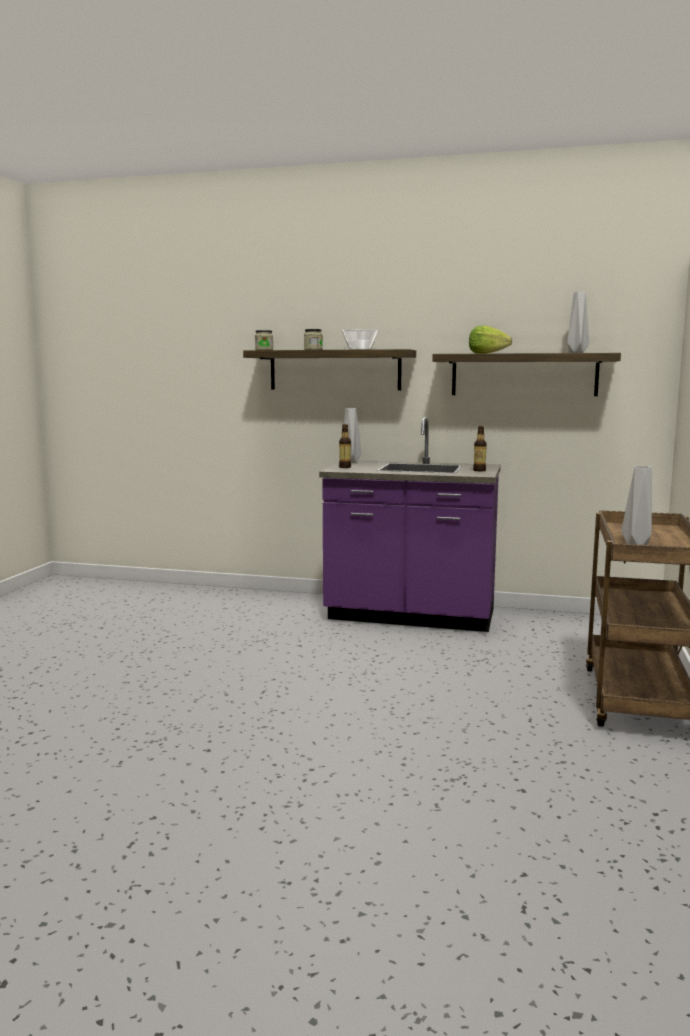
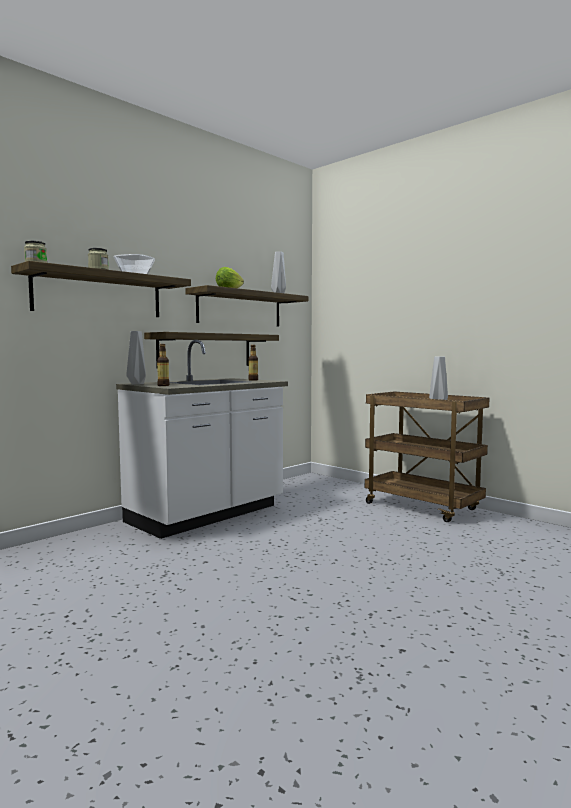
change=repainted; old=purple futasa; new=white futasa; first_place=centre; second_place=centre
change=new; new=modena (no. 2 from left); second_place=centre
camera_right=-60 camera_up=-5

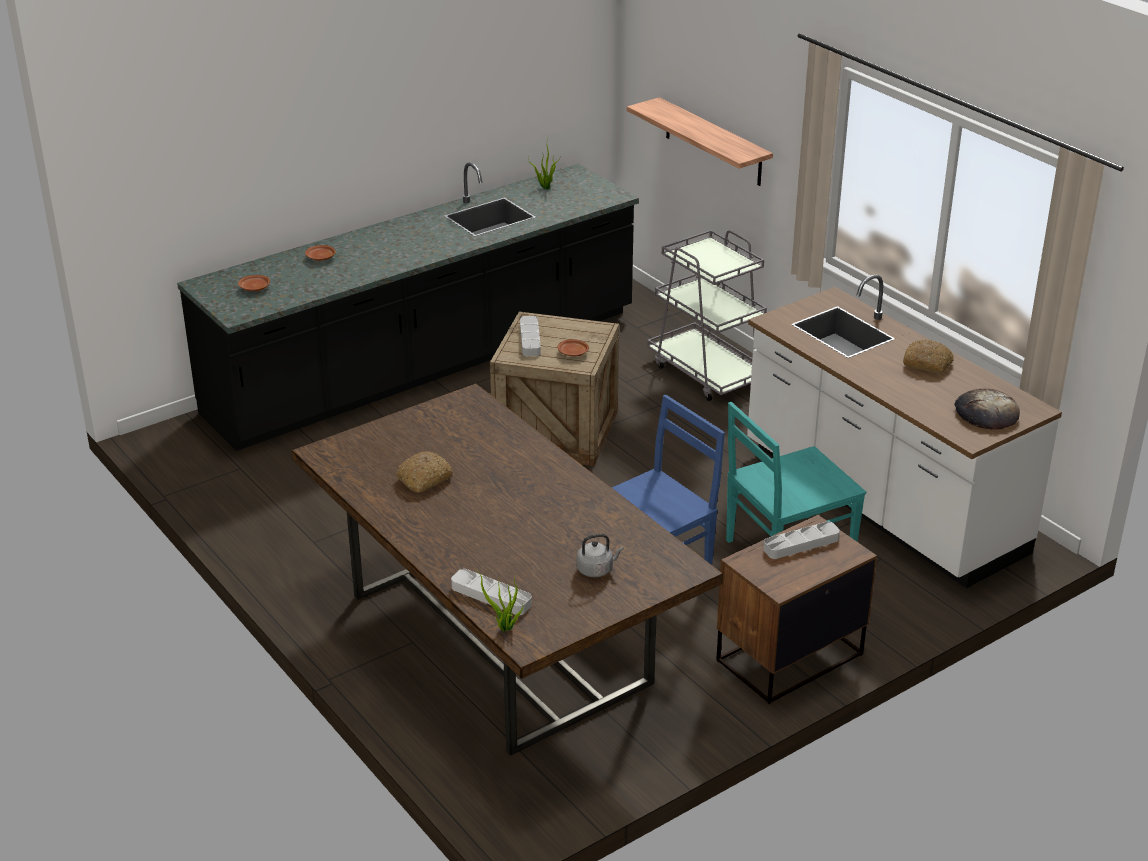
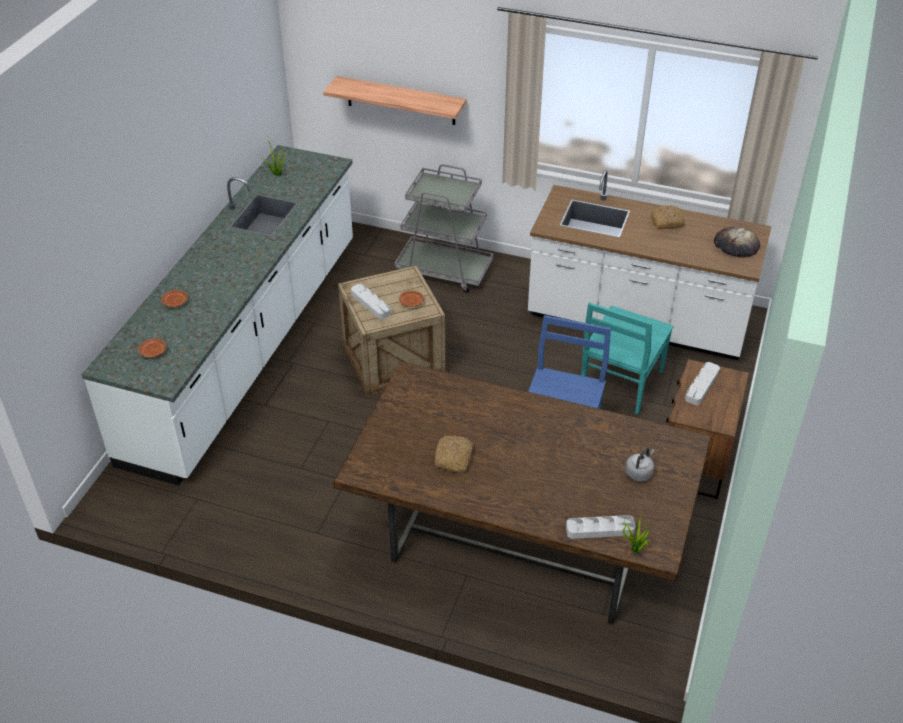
change=repainted; old=black futasa; new=white futasa (no. 1 from left); first_place=centre; second_place=middle left
camera_right=-35 camera_up=10

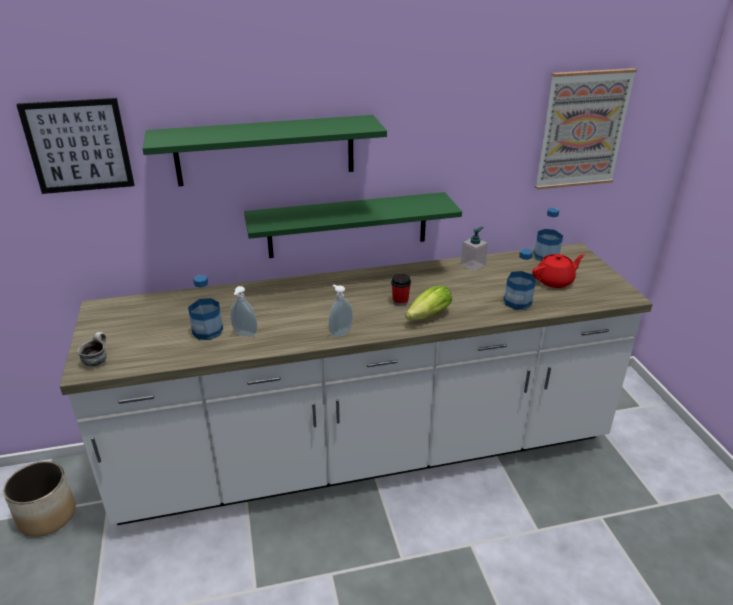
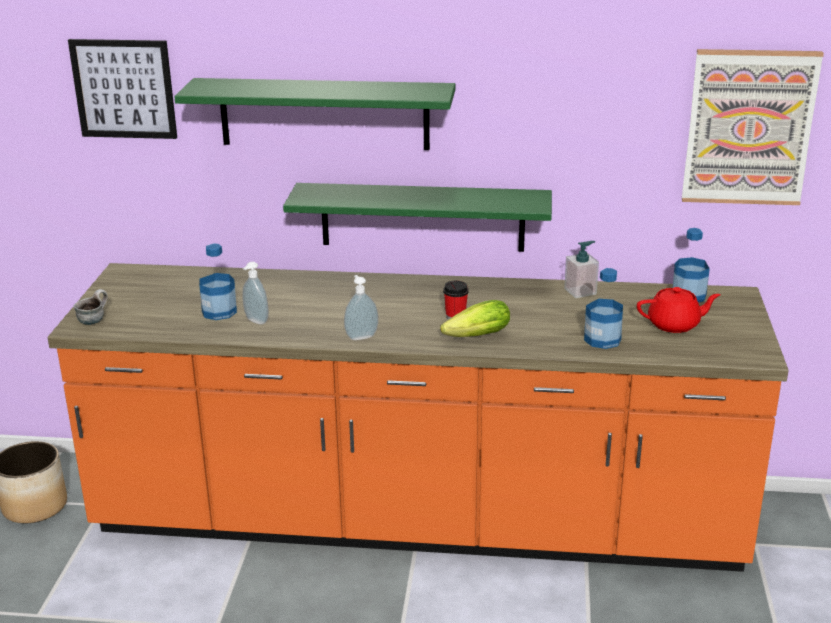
change=repainted; old=white futasa; new=orange futasa; first_place=centre; second_place=bottom centre
camera_right=20 camera_up=-5

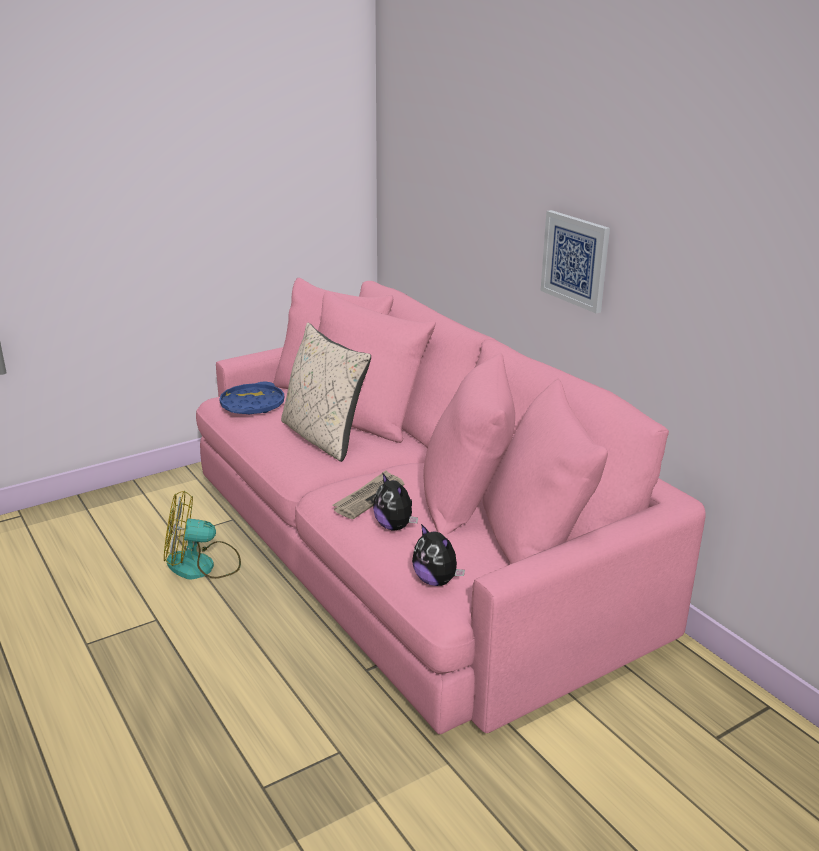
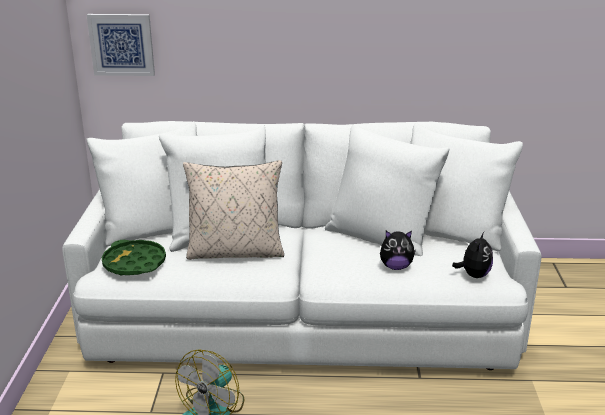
change=repainted; old=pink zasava; new=white zasava; first_place=centre; second_place=centre
change=repainted; old=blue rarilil; new=green rarilil; first_place=middle left; second_place=middle left
change=gone; old=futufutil; first_place=centre
change=rotated; old=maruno (no. 2 from left); first_place=centre; second_place=middle right; degrees=-60
change=shifted; old=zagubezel; first_place=top right; second_place=top left
camera_right=-55 camera_up=0

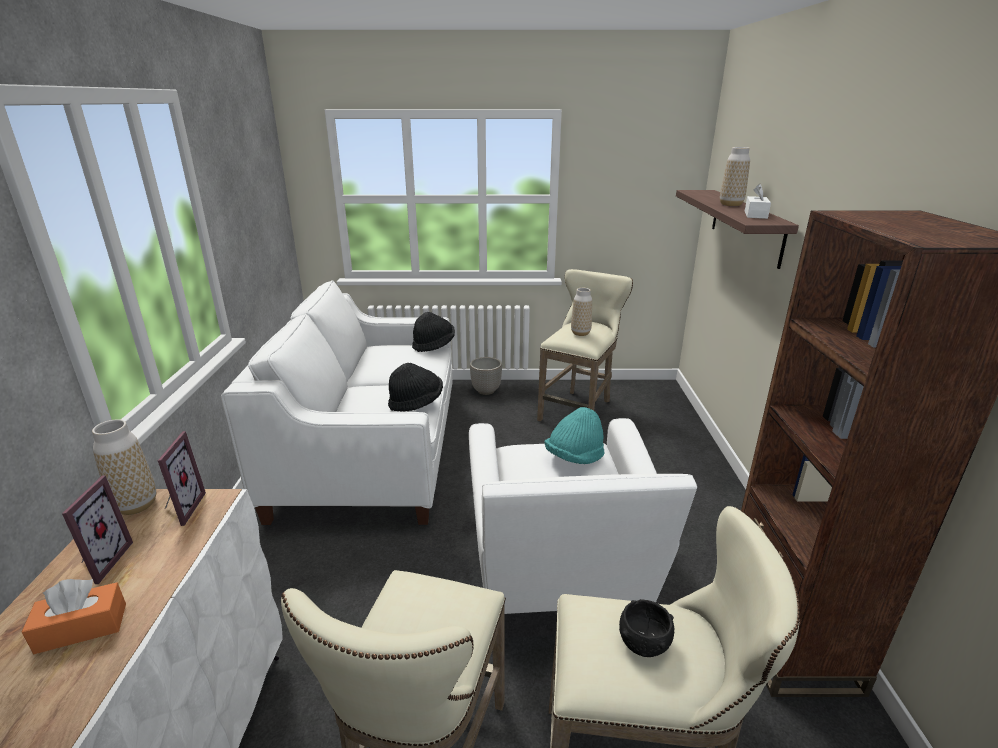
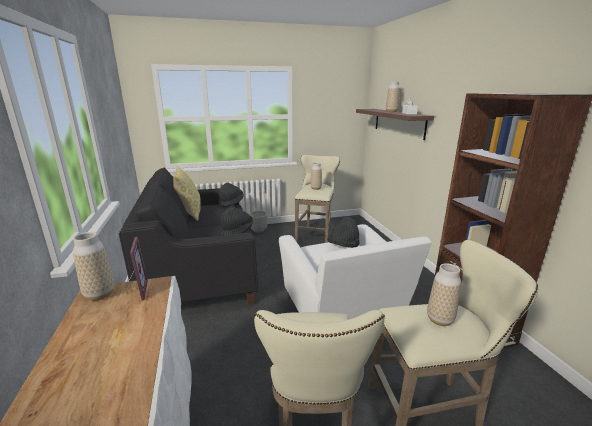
change=gone; old=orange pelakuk; first_place=bottom left
change=gone; old=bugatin (no. 1 from left); first_place=bottom left
change=repainted; old=white zasava; new=black zasava; first_place=centre; second_place=middle left
change=repainted; old=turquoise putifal; new=black putifal (no. 3 from left); first_place=centre; second_place=centre
change=swapped; old=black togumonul; new=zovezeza (no. 4 from left); first_place=bottom centre; second_place=bottom right
change=new; new=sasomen; second_place=middle left
camera_right=-15 camera_up=-5

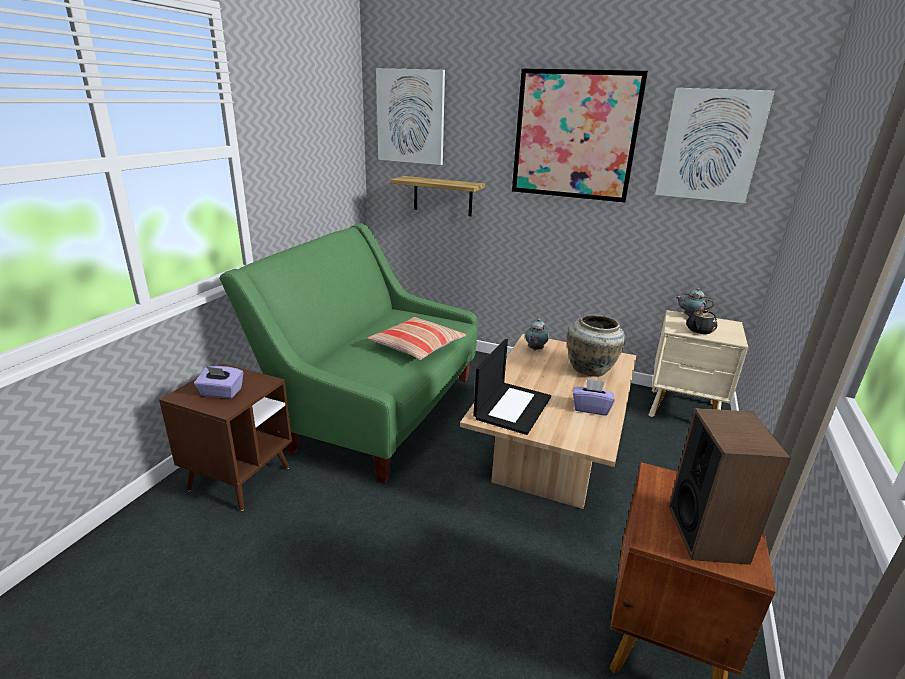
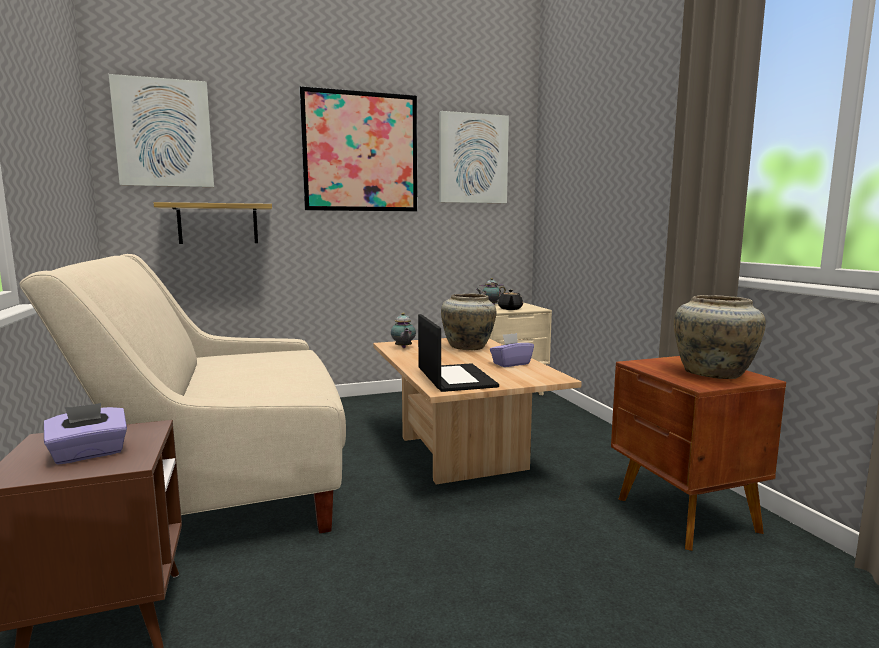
change=repainted; old=green zasava; new=beige zasava; first_place=centre; second_place=middle left
change=gone; old=sasomen; first_place=centre
change=swapped; old=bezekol; new=beige zovezeza (no. 2 from left); first_place=bottom right; second_place=middle right
camera_right=-40 camera_up=-15

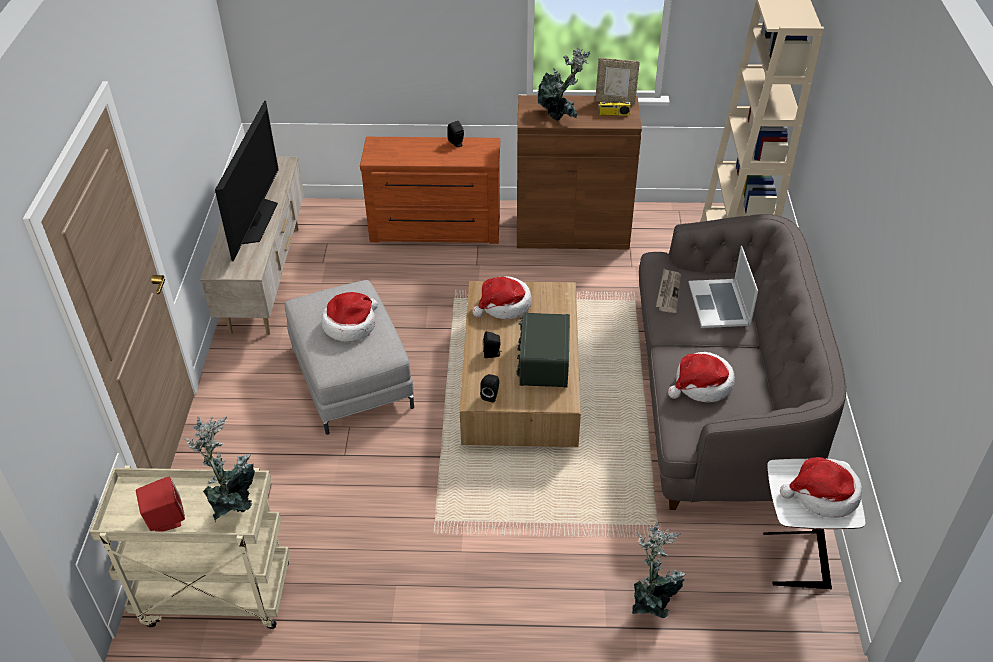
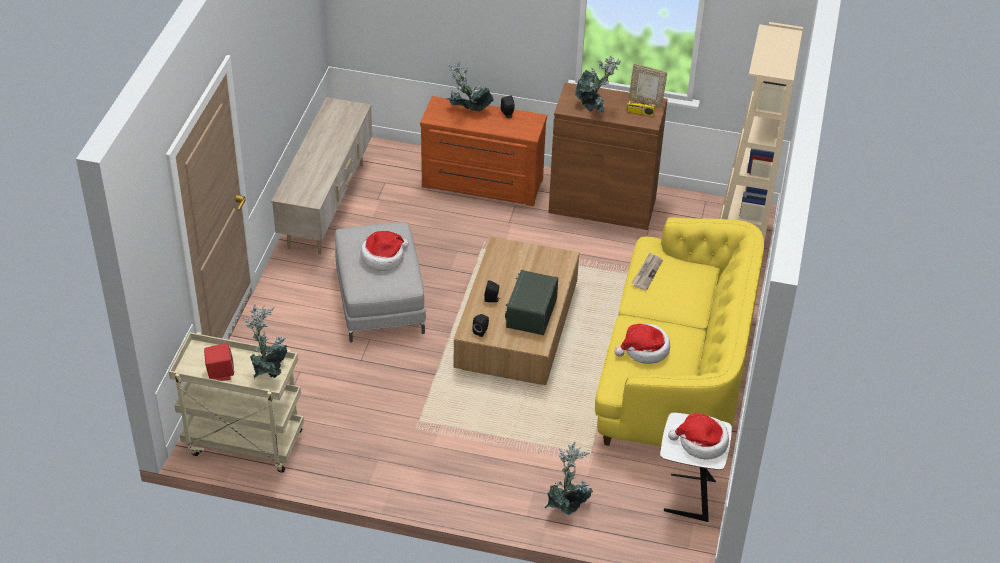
change=gone; old=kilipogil; first_place=top left
change=gone; old=putifal (no. 2 from left); first_place=centre
change=repainted; old=grey zasava; new=yellow zasava; first_place=middle right; second_place=middle right
change=gone; old=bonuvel; first_place=middle right
change=new; new=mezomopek (no. 2 from left); second_place=top centre
camera_right=10 camera_up=0

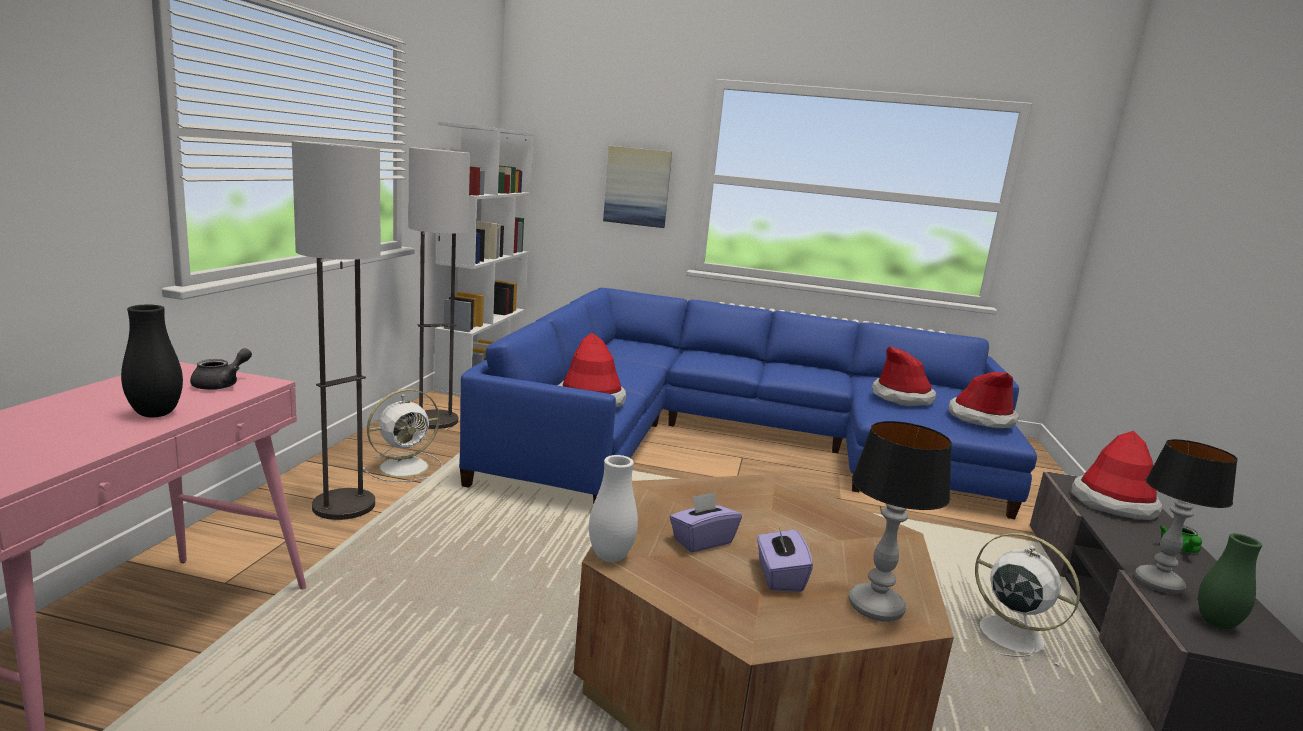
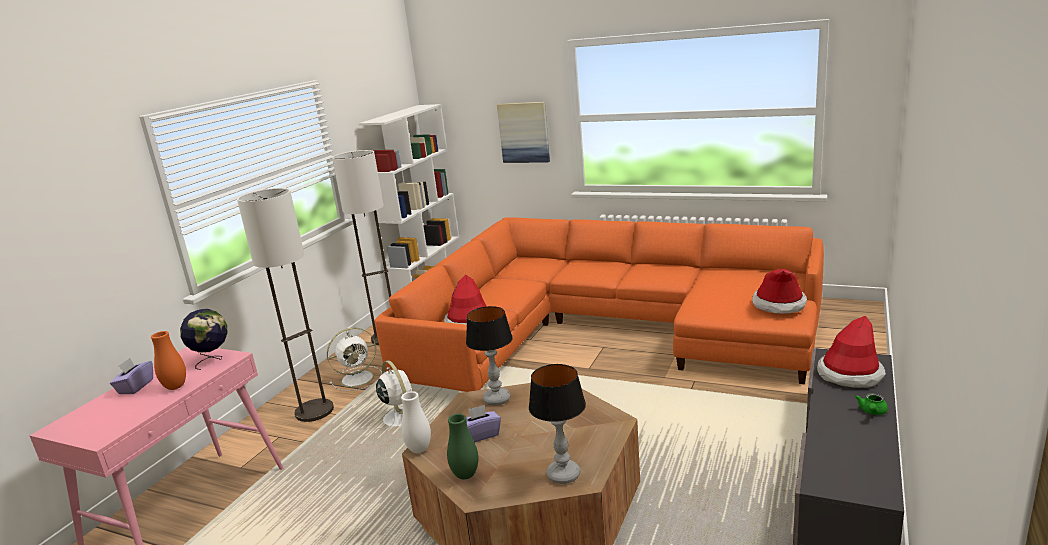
change=repainted; old=black zovezeza; new=orange zovezeza; first_place=middle left; second_place=middle left
change=swapped; old=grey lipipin; new=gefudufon; first_place=middle left; second_place=middle left
change=repainted; old=blue zasava; new=orange zasava; first_place=centre; second_place=centre
change=shifted; old=purple pelakuk (no. 2 from left in the first image); new=purple pelakuk (no. 1 from left); first_place=bottom centre; second_place=bottom left
change=gone; old=putifal (no. 2 from left); first_place=middle right
change=shifted; old=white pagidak (no. 2 from left); first_place=bottom right; second_place=bottom centre
change=shifted; old=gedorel (no. 2 from left in the first image); new=gedorel (no. 1 from left); first_place=bottom right; second_place=centre
change=shifted; old=green zovezeza; first_place=bottom right; second_place=bottom centre
camera_right=15 camera_up=5

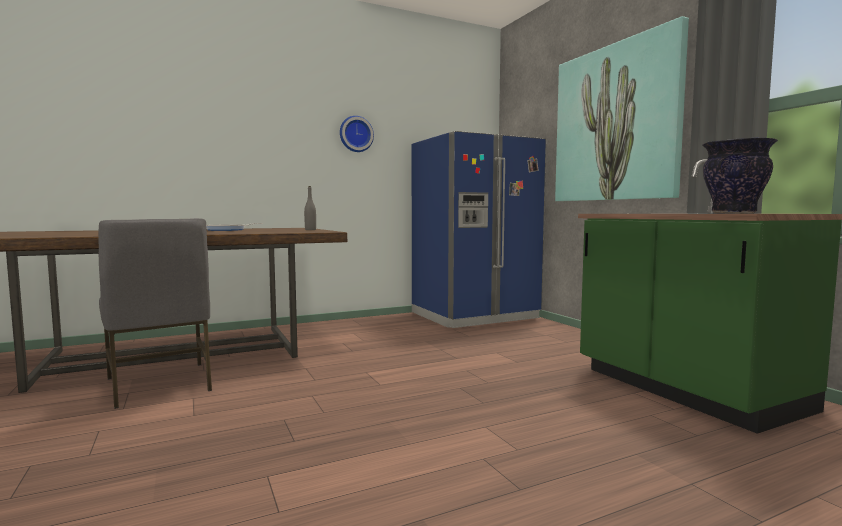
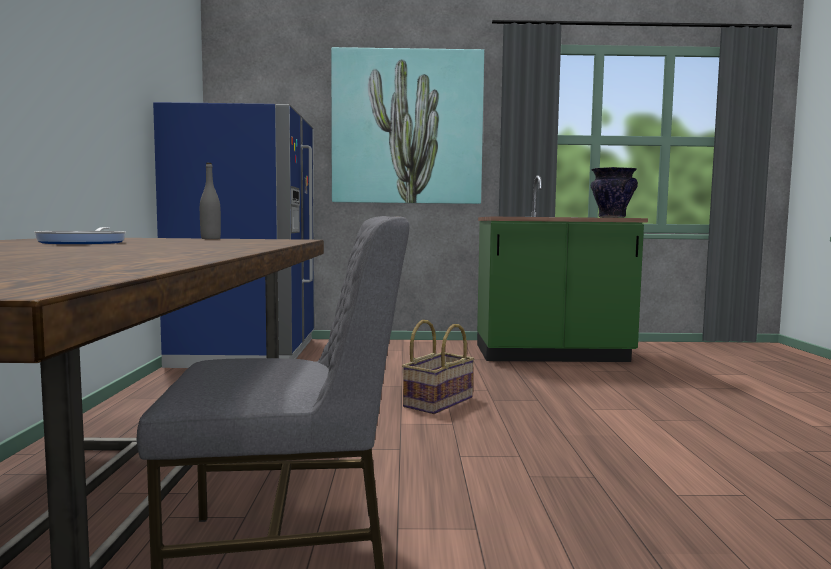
change=gone; old=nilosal; first_place=top centre
change=new; new=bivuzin; second_place=centre
camera_right=-65 camera_up=0

